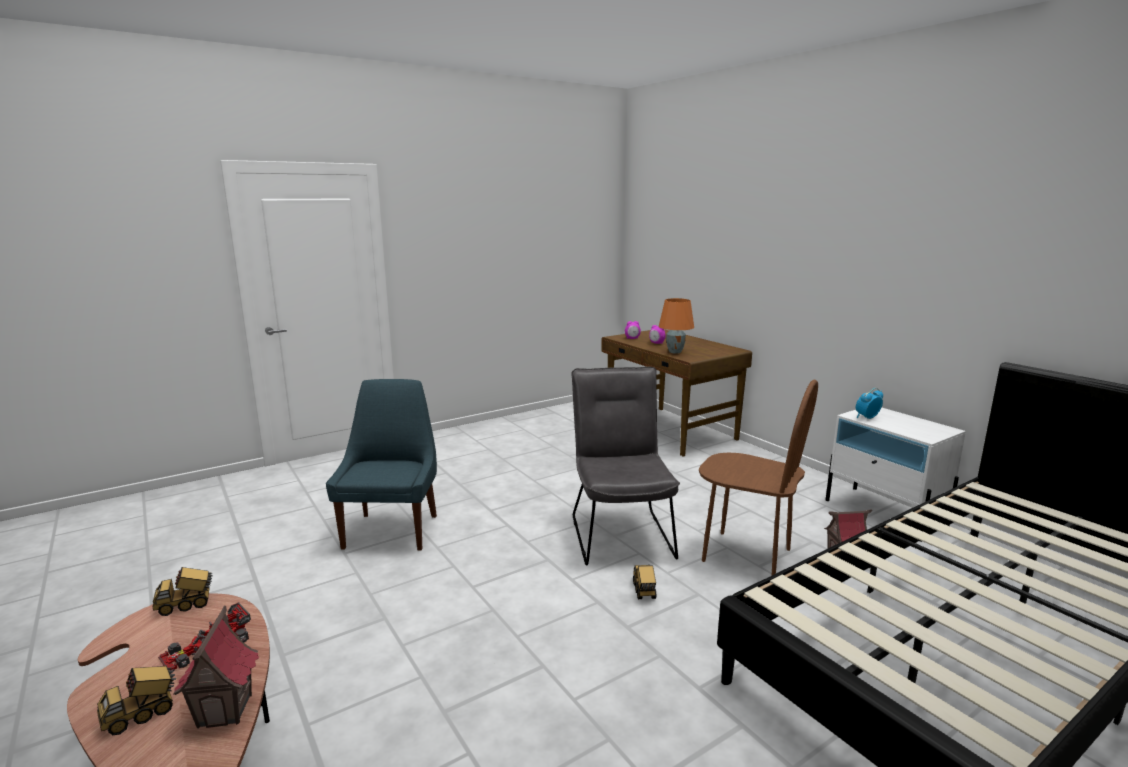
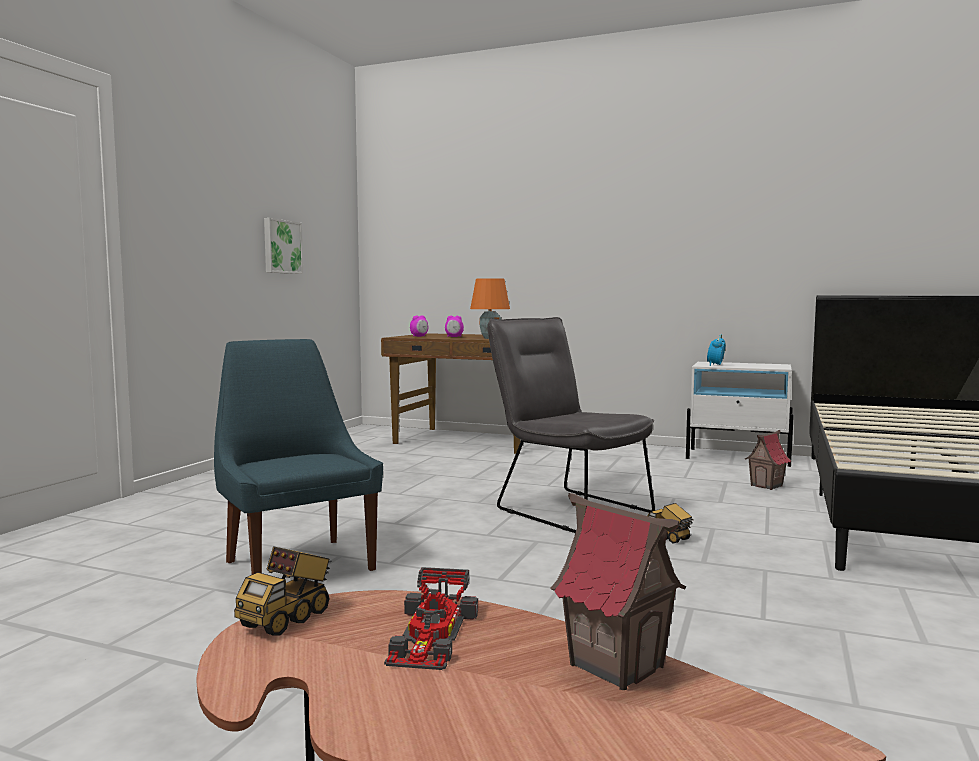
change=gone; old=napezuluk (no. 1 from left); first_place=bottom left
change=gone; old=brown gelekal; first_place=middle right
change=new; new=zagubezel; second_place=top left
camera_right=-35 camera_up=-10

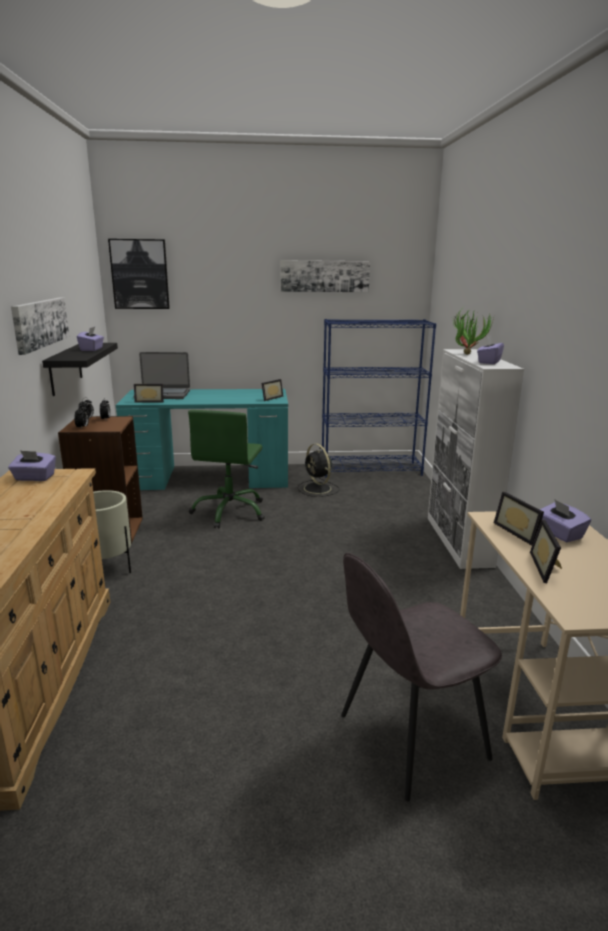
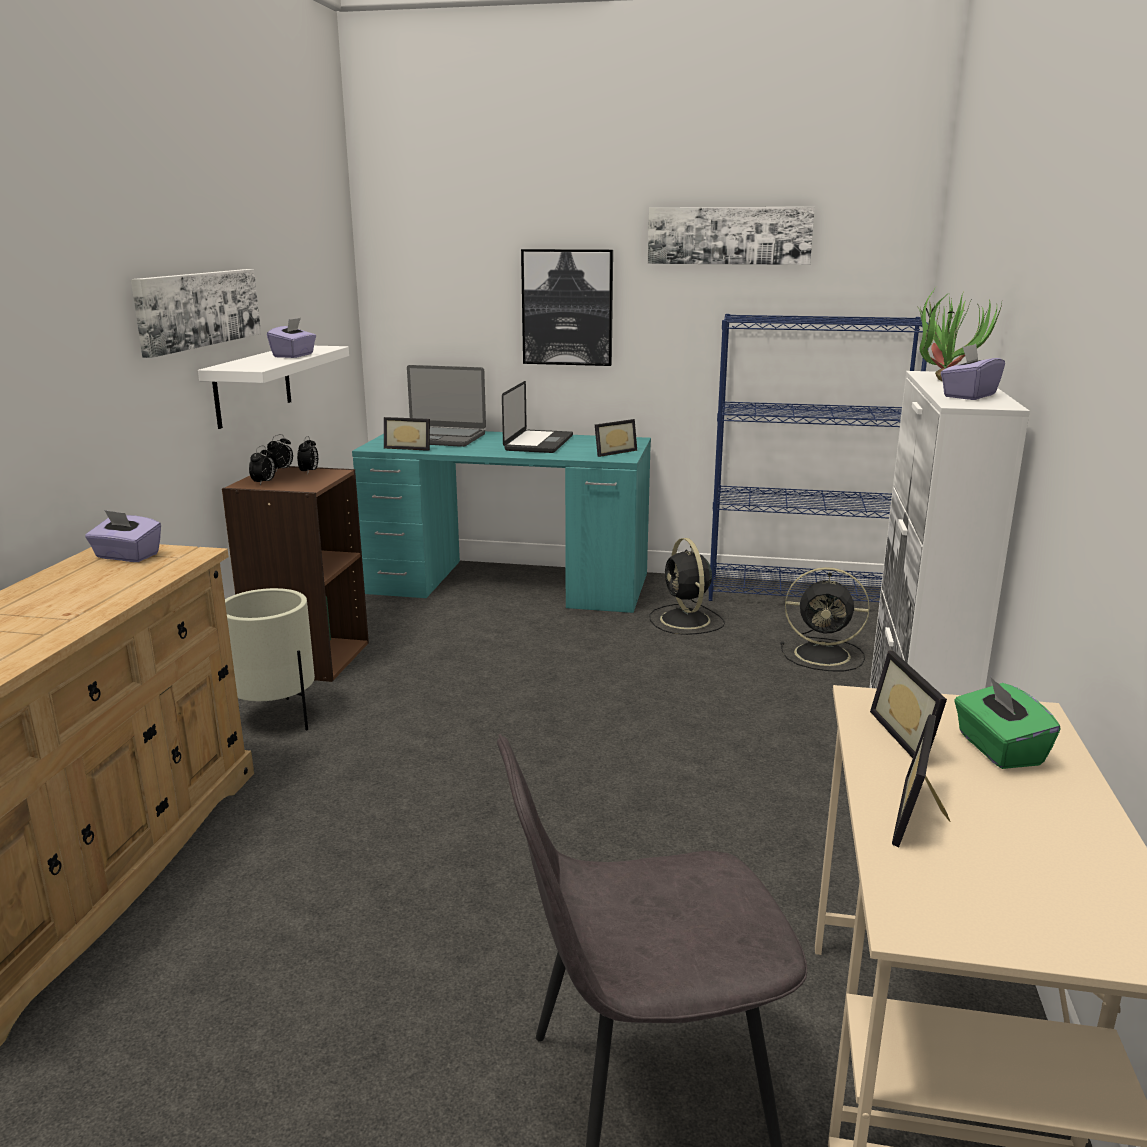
change=repainted; old=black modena; new=white modena; first_place=middle left; second_place=middle left
change=shifted; old=zagubezel (no. 2 from left); first_place=top left; second_place=top centre
change=gone; old=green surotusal; first_place=centre
change=repainted; old=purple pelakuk (no. 4 from left); new=green pelakuk; first_place=middle right; second_place=middle right
change=new; new=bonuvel (no. 2 from left); second_place=centre
change=new; new=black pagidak (no. 2 from left); second_place=middle right
camera_right=15 camera_up=0

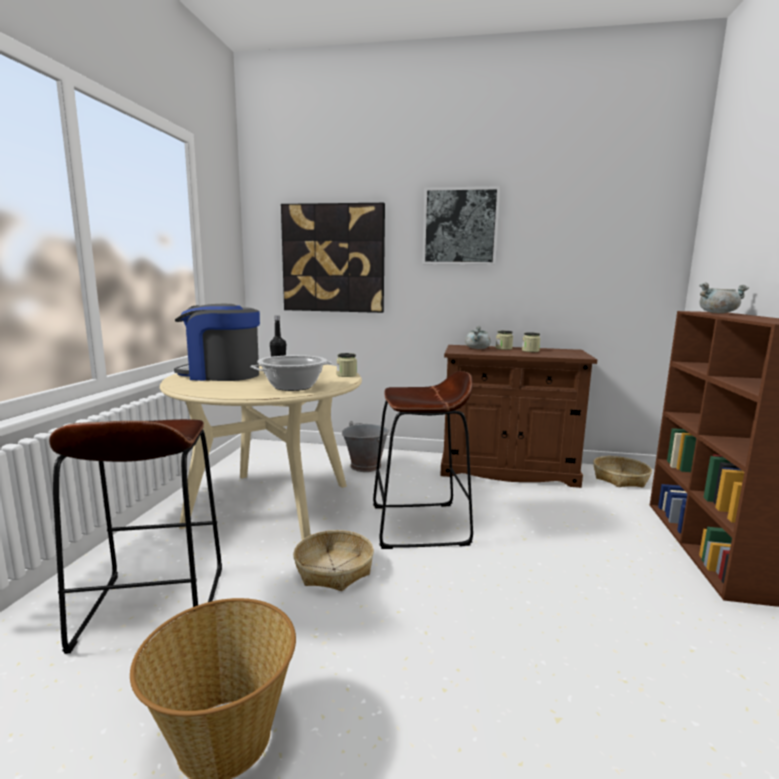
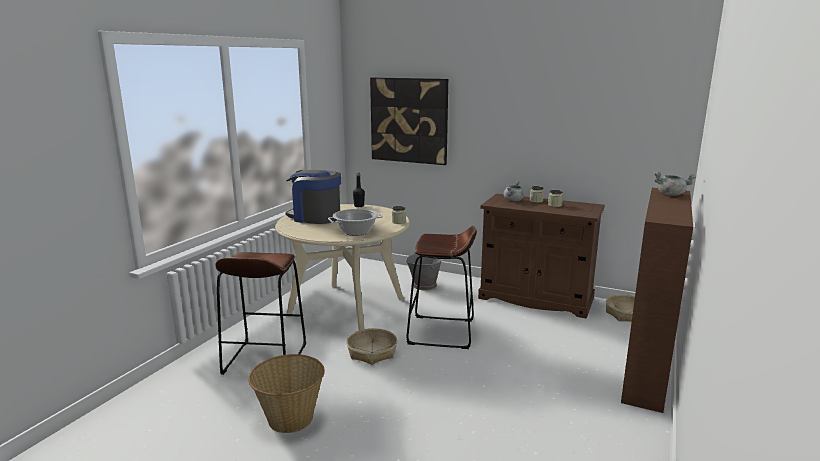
change=gone; old=zagubezel (no. 2 from left); first_place=top centre
camera_right=15 camera_up=5

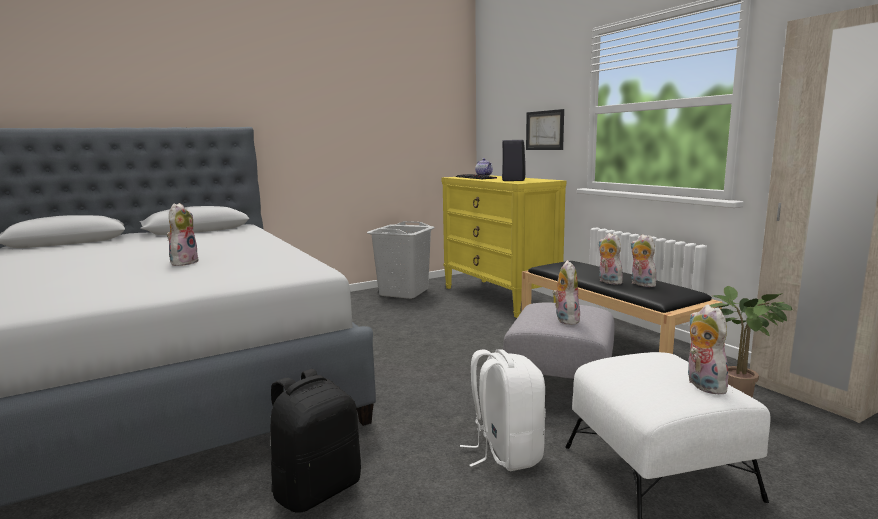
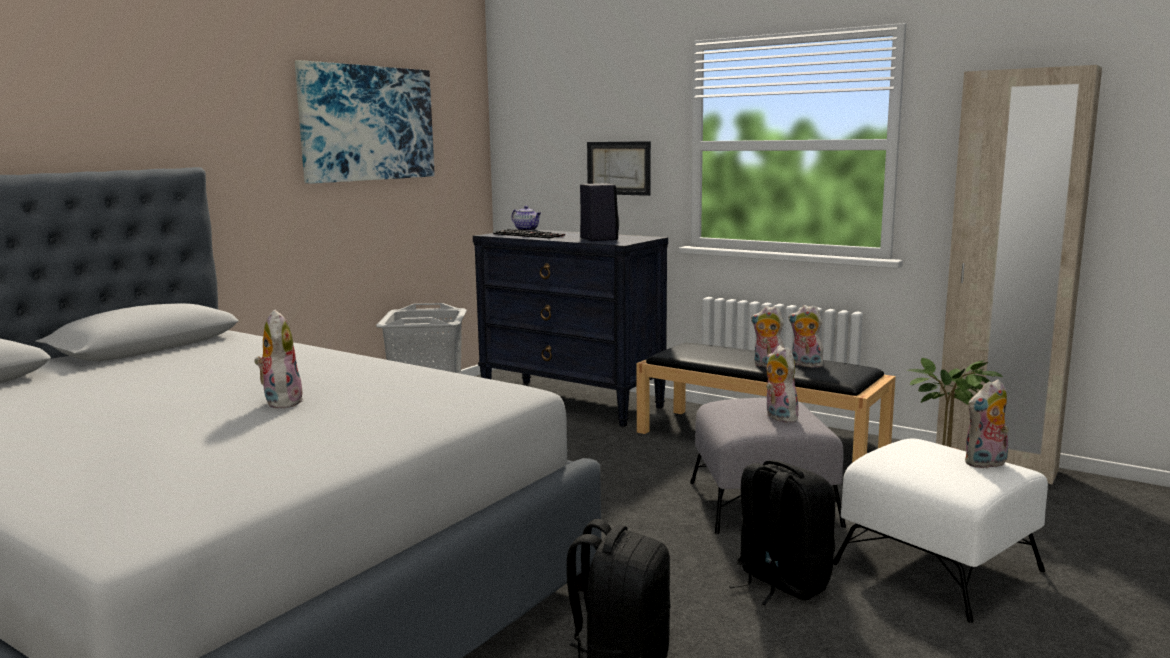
change=repainted; old=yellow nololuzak; new=black nololuzak; first_place=centre; second_place=centre
change=repainted; old=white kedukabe; new=black kedukabe (no. 2 from left); first_place=bottom centre; second_place=bottom right
change=rotated; old=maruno (no. 5 from left); first_place=bottom right; second_place=middle right; degrees=-75
change=new; new=zagubezel (no. 1 from left); second_place=top left
camera_right=-25 camera_up=0

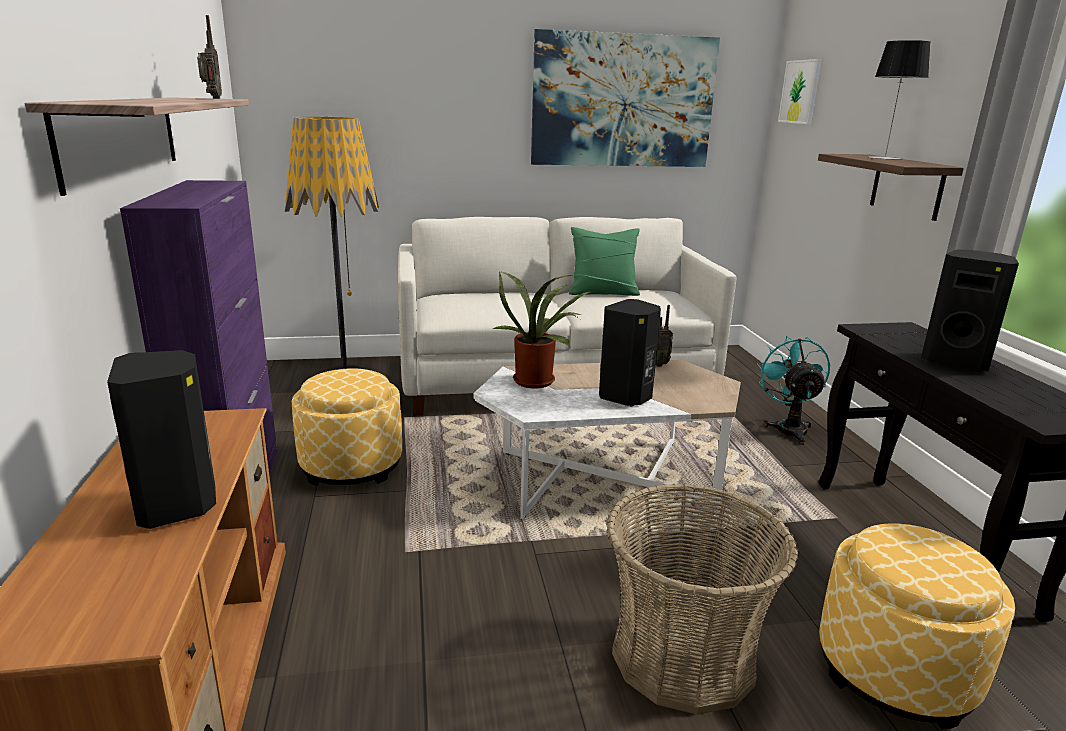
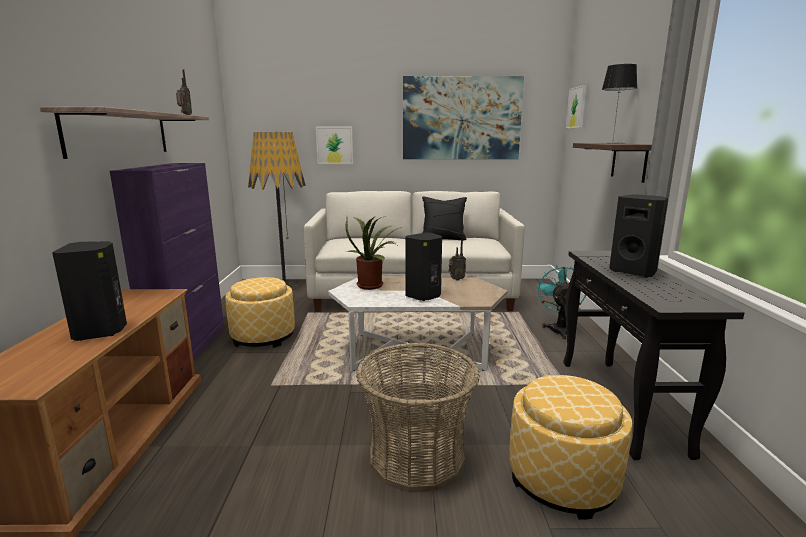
change=repainted; old=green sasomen; new=black sasomen; first_place=centre; second_place=centre
change=new; new=zagubezel (no. 1 from left); second_place=top centre
camera_right=10 camera_up=-5

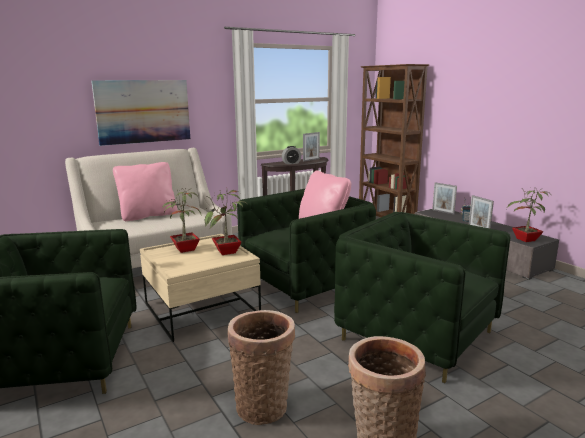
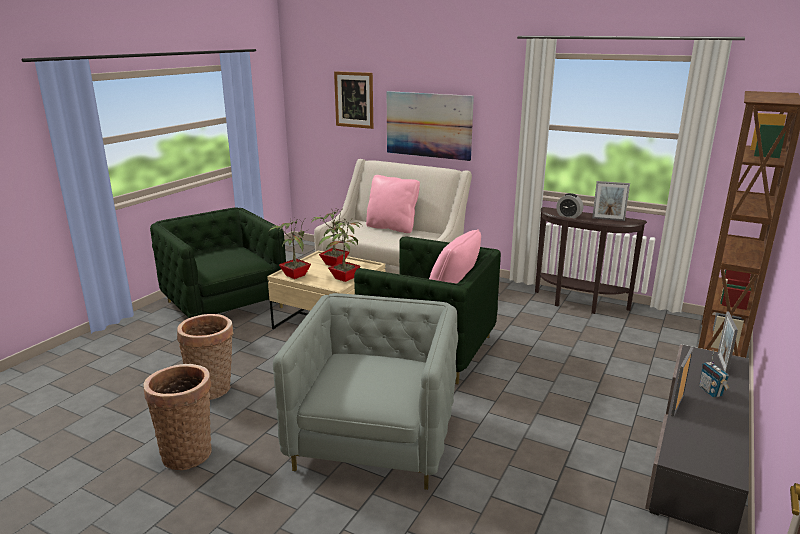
change=repainted; old=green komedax (no. 3 from left); new=grey komedax; first_place=bottom right; second_place=bottom centre
change=shifted; old=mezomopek (no. 3 from left in the first image); new=mezomopek (no. 1 from left); first_place=middle right; second_place=centre
change=new; new=zagubezel (no. 1 from left); second_place=top centre
camera_right=60 camera_up=5

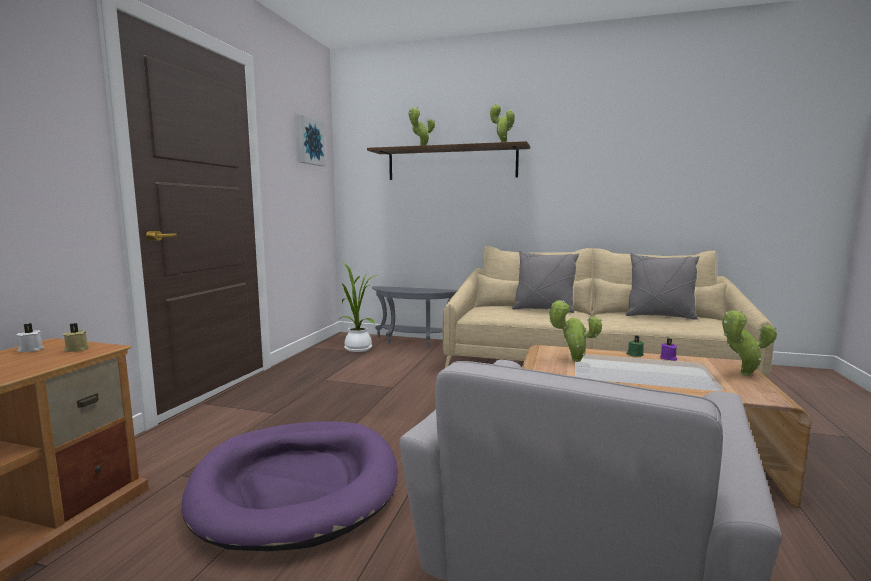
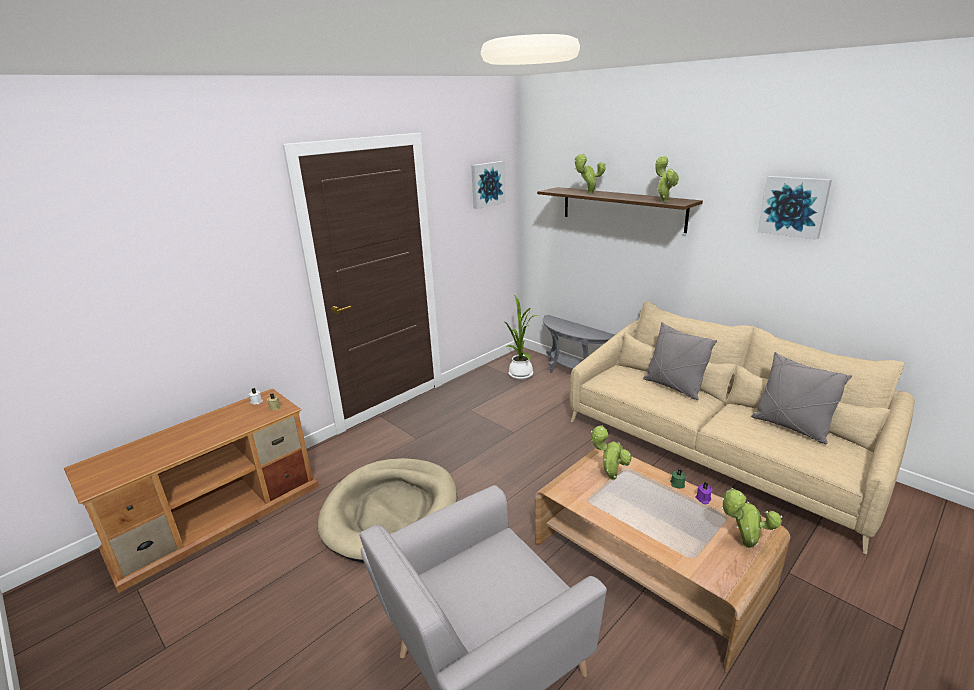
change=repainted; old=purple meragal; new=beige meragal; first_place=bottom left; second_place=bottom centre
change=new; new=zagubezel (no. 2 from left); second_place=top right
camera_right=30 camera_up=15

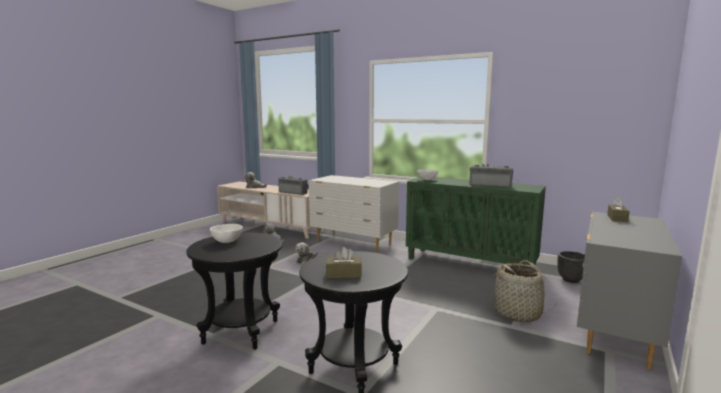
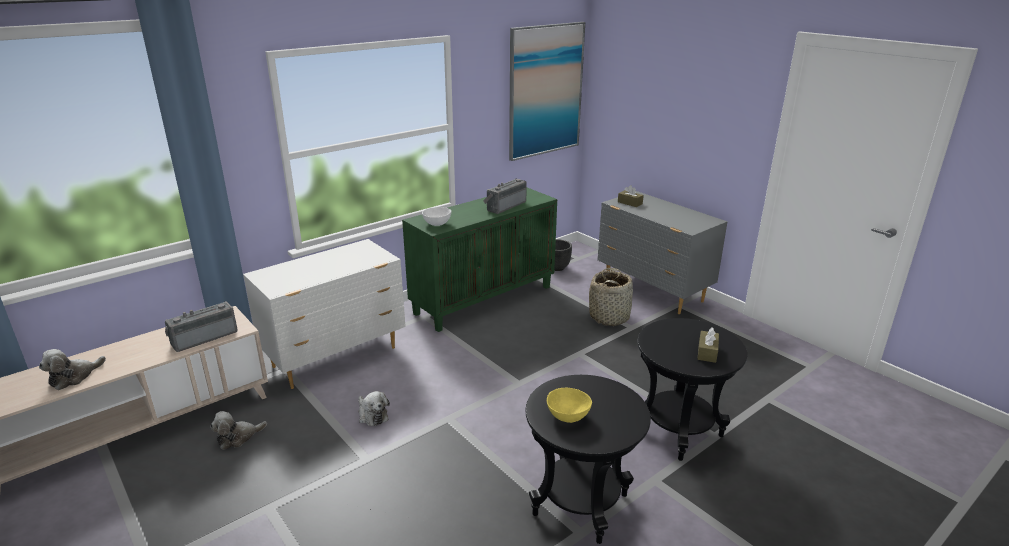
change=repainted; old=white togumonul (no. 1 from left); new=yellow togumonul; first_place=middle left; second_place=bottom centre
change=new; new=zagubezel; second_place=top centre
camera_right=-70 camera_up=15

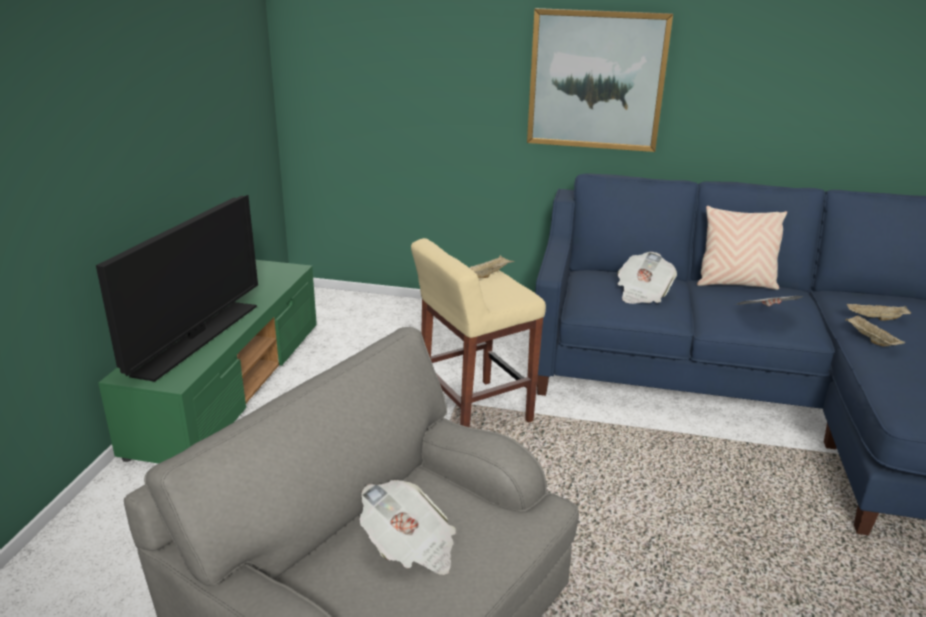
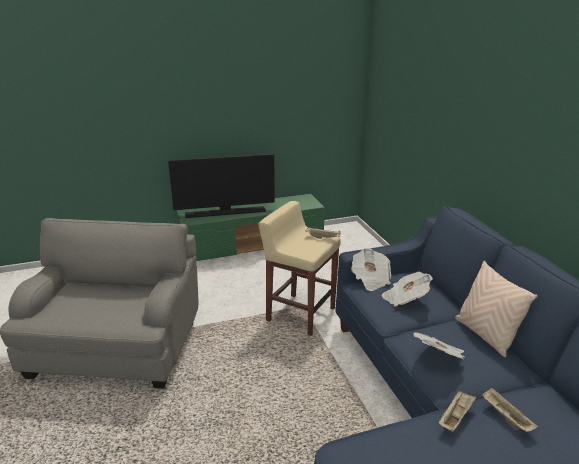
change=shifted; old=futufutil (no. 1 from left); first_place=bottom centre; second_place=centre
change=gone; old=zagubezel; first_place=top centre
camera_right=60 camera_up=0

